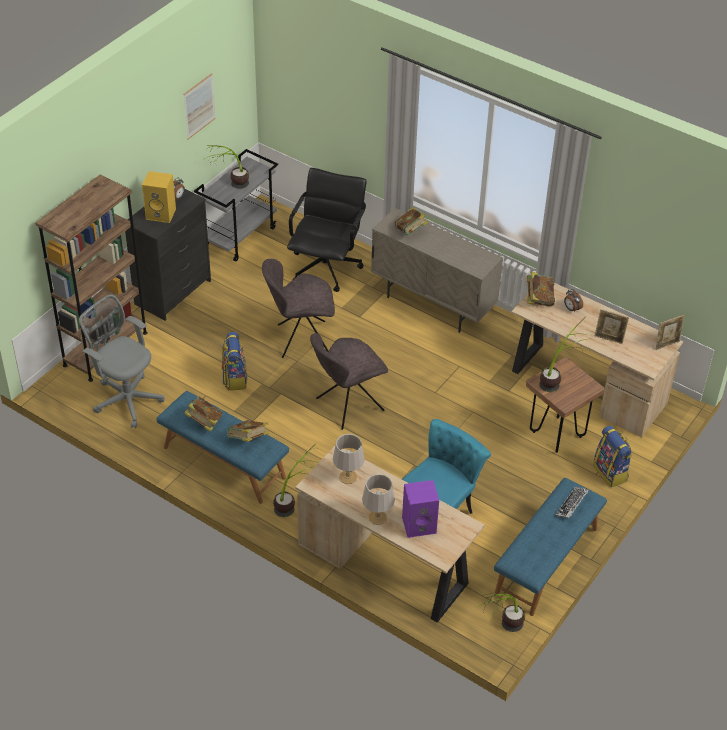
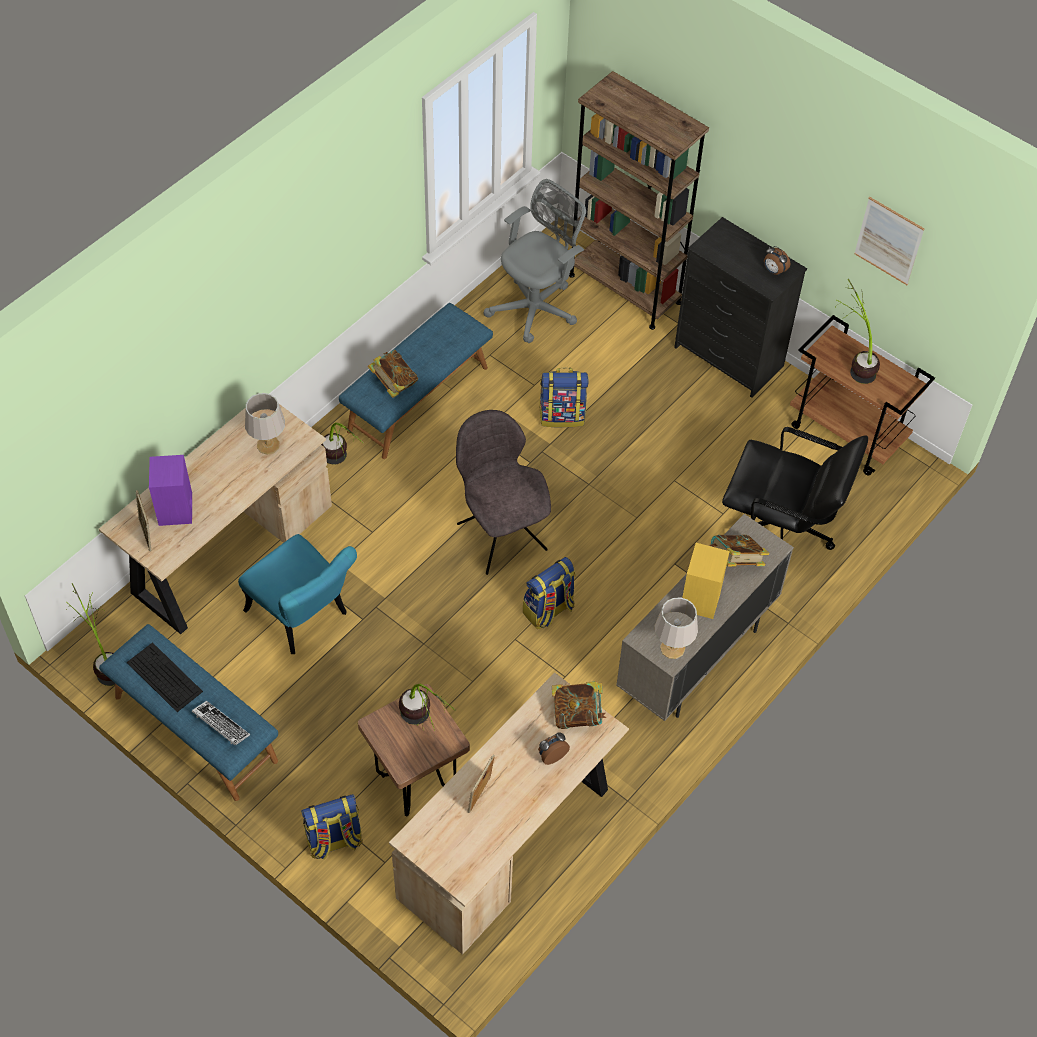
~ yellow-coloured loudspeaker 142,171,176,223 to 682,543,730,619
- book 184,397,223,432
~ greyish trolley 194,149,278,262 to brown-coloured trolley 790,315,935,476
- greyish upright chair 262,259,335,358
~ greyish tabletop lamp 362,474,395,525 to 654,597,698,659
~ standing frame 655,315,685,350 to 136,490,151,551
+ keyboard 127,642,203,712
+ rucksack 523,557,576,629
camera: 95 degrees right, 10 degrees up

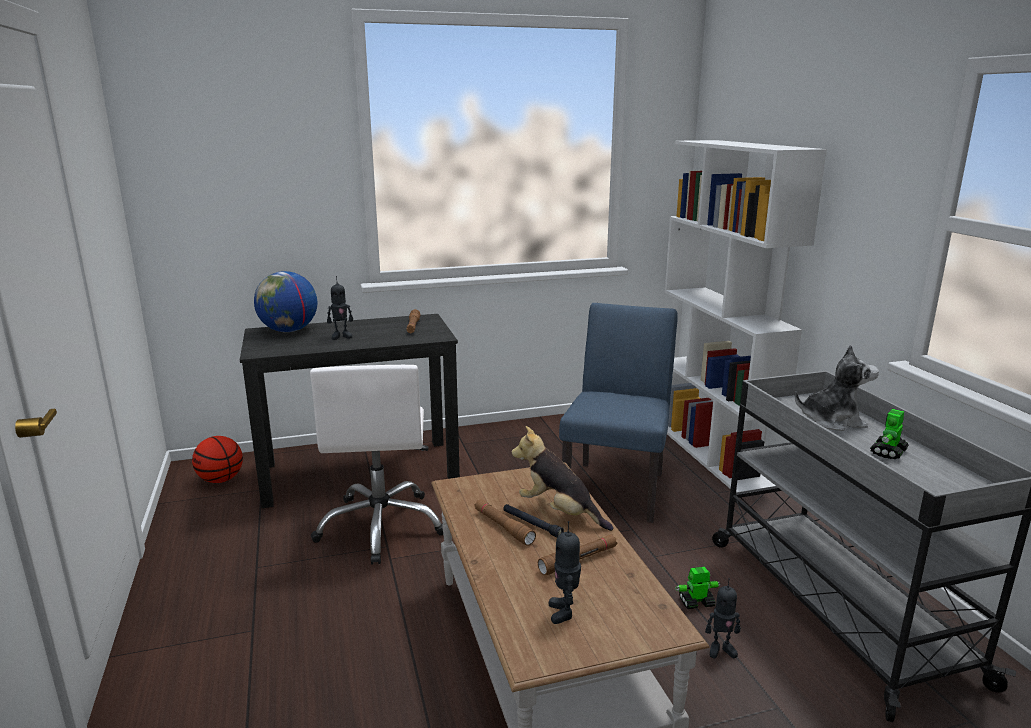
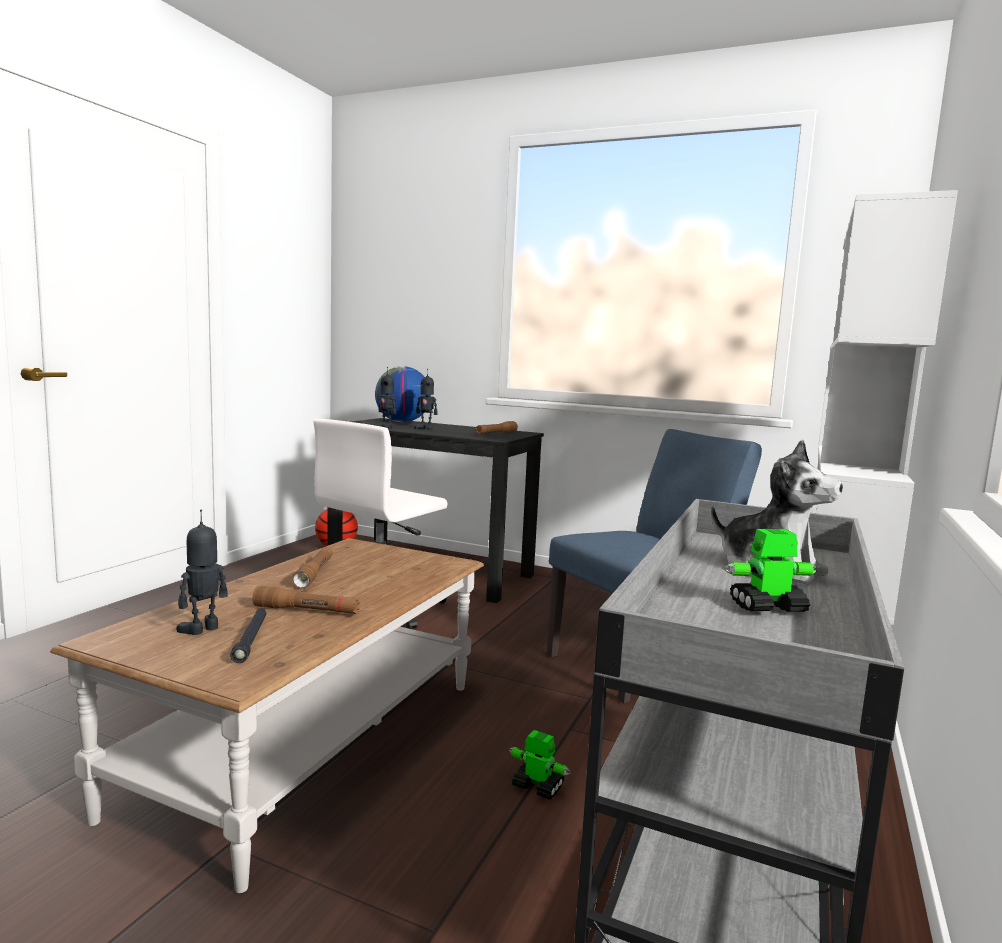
~ blackish hand torch 503,504,564,537 to 230,609,267,663
- soft toy 512,426,613,531
~ robot figure 705,578,741,659 to 374,367,396,429
camera: 40 degrees right, 10 degrees down

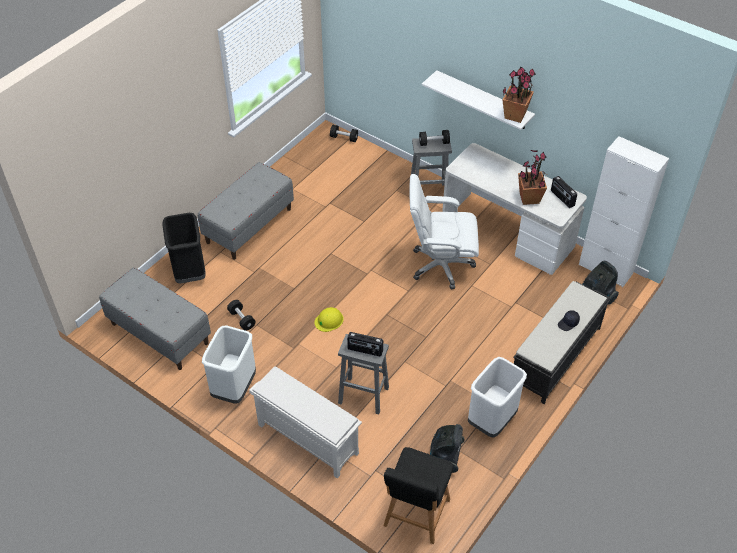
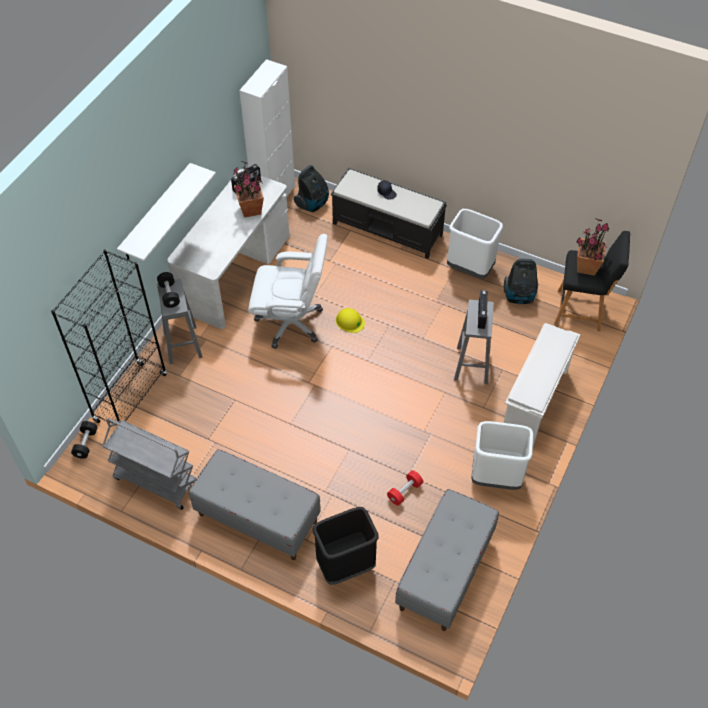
~ blackish dumbbell 227,300,255,331 to red dumbbell 387,470,423,506
~ yellow-coloured work helmet 314,307,344,332 to 335,308,365,333
~ white-coloured computer chair 409,174,479,290 = 248,234,328,349 75 degrees counterclockwise
~ potted plant 503,67,536,123 to 576,218,609,276
+ blackish bookcase 51,249,167,426
+ greyish trolley 102,418,196,510
camera: 100 degrees left, 5 degrees up

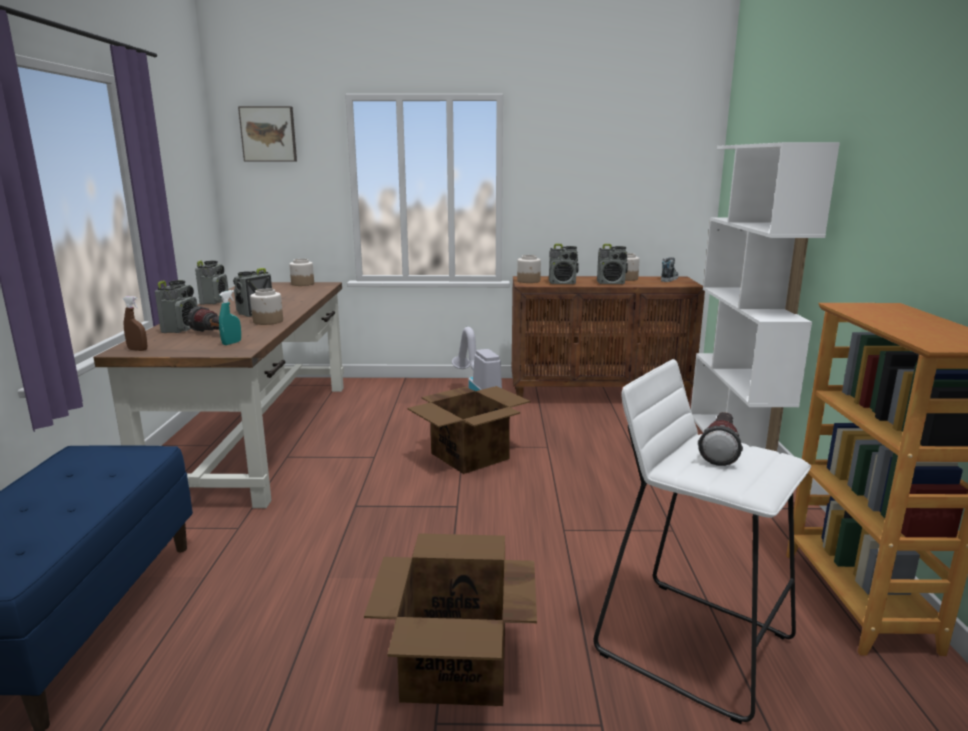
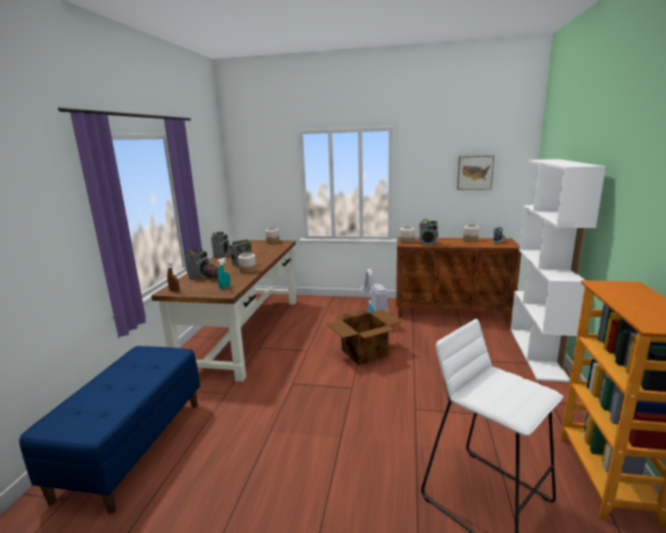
~ wall art 238,106,297,161 to 457,156,494,190
- carton 364,533,537,706
- radio receiver 597,244,628,284
- hand torch 698,412,743,466
camera: 10 degrees right, 0 degrees up

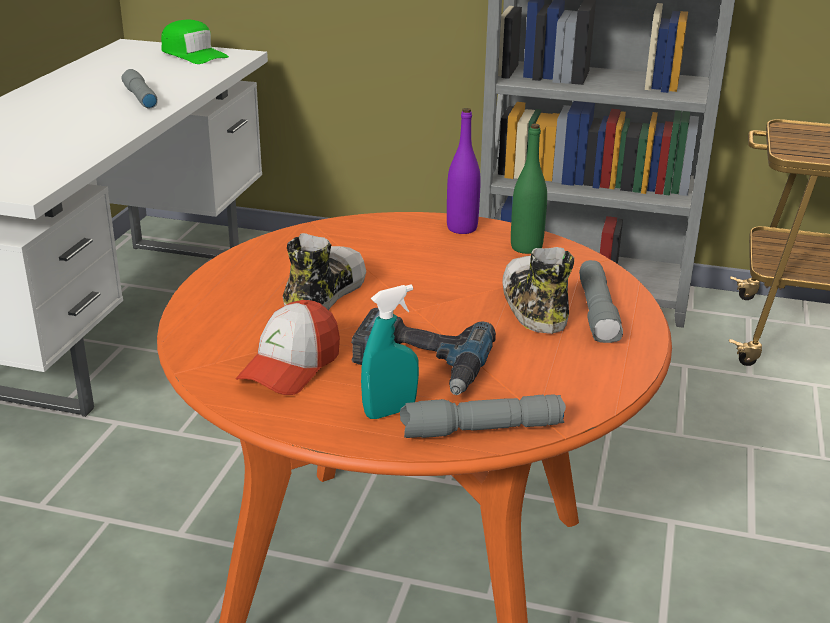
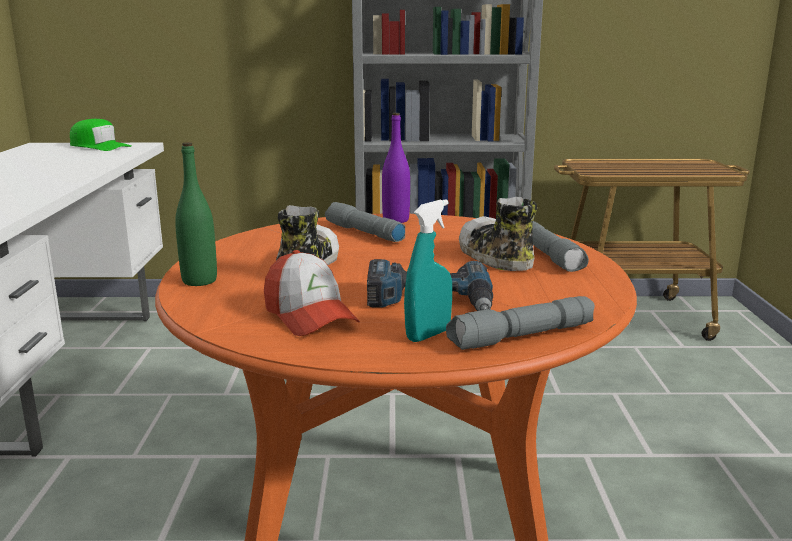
~ greyish hand torch 121,69,158,108 to 325,202,405,242
~ cap 235,300,340,395 = 264,250,360,336 45 degrees counterclockwise
~ green bottle 511,124,547,254 to 175,142,217,286
camera: 15 degrees left, 10 degrees down

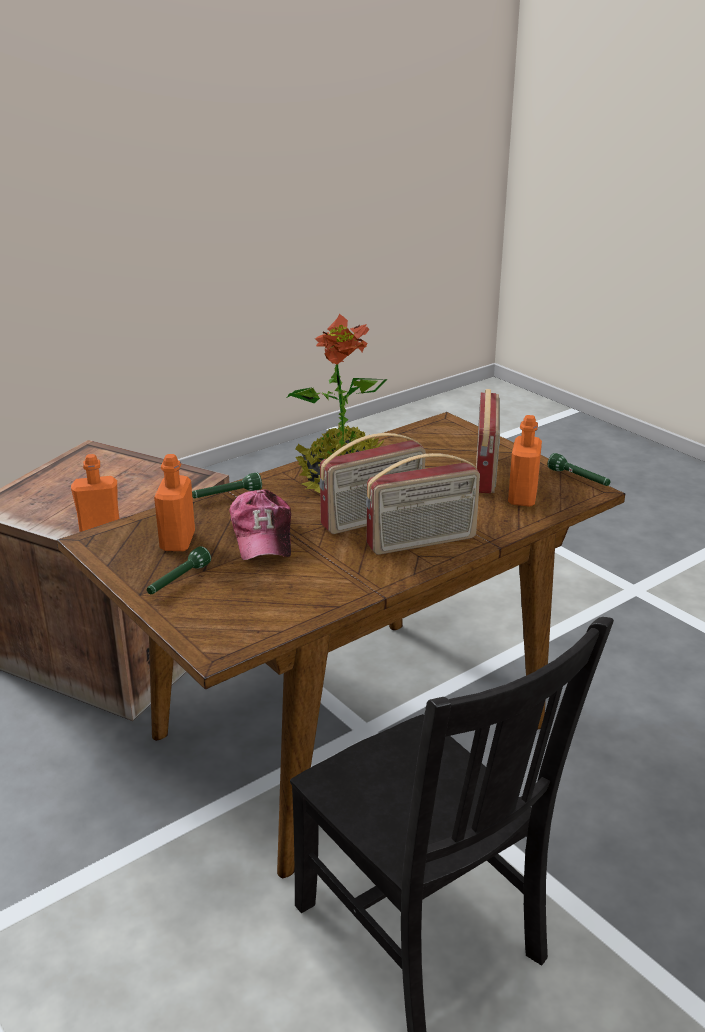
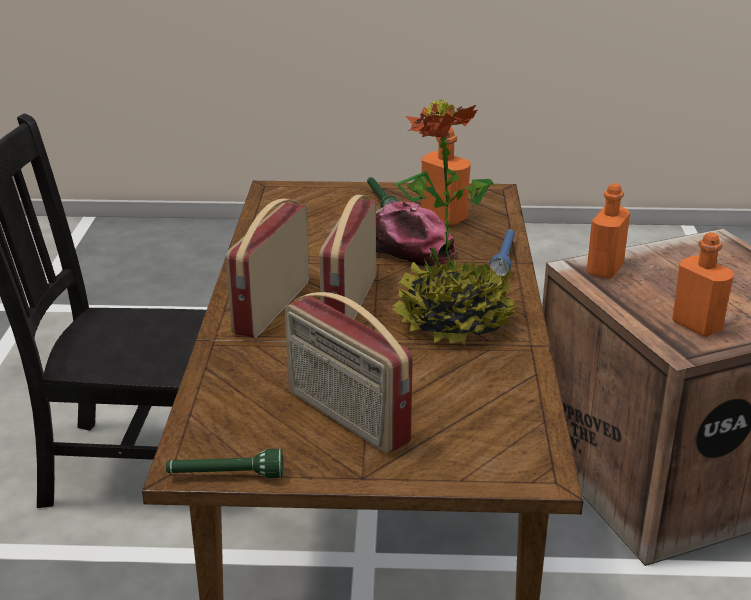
~ green hand torch 192,473,262,498 to blue-coloured hand torch 489,229,515,277
~ orangey bottle 508,415,542,507 to 672,232,734,337
camera: 130 degrees right, 0 degrees up

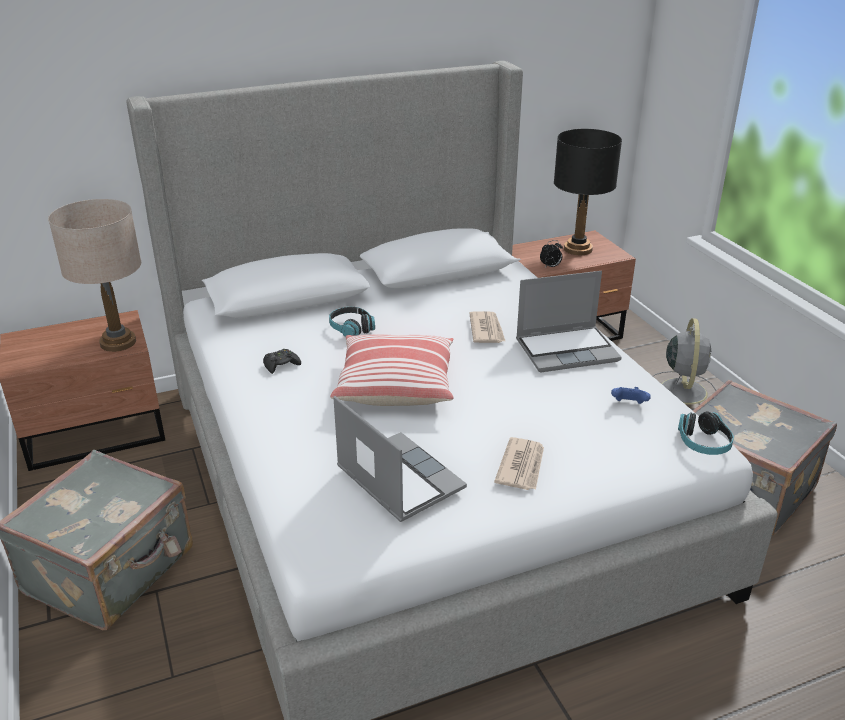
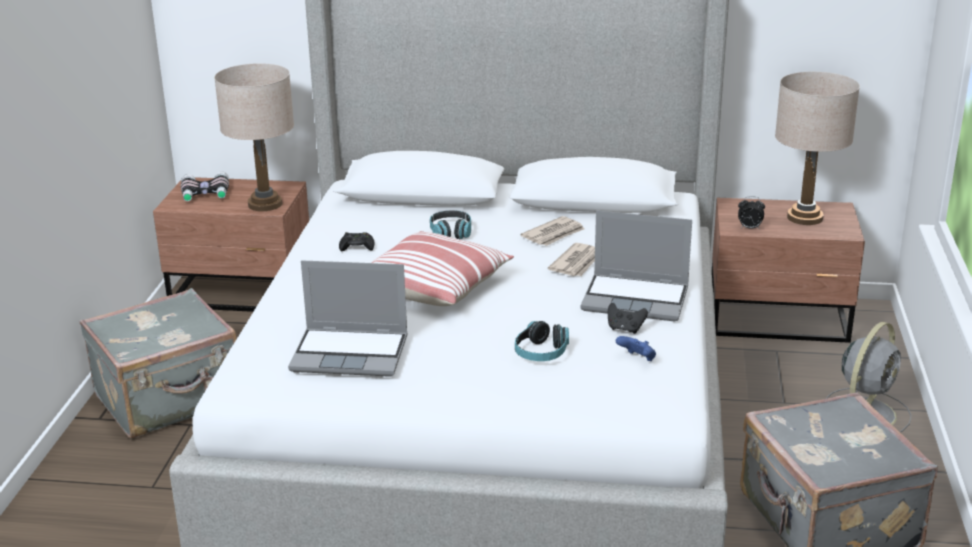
~ portable computer 333,396,467,522 = 288,260,408,377 105 degrees clockwise
~ printed paper 494,437,544,490 to 521,216,584,246
~ blackish tabletop lamp 554,129,622,255 to beige tabletop lamp 775,72,860,225
~ headset 678,412,734,455 to 515,321,569,361
+ binoculars 181,172,229,201
+ blackish game controller 608,303,648,334
camera: 30 degrees right, 5 degrees down

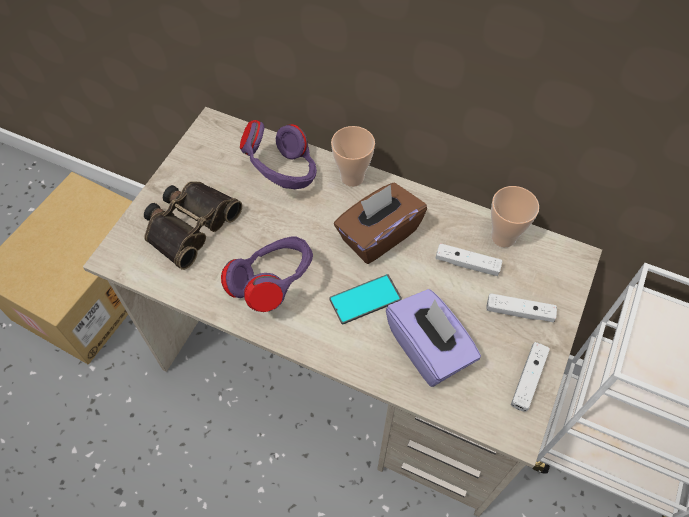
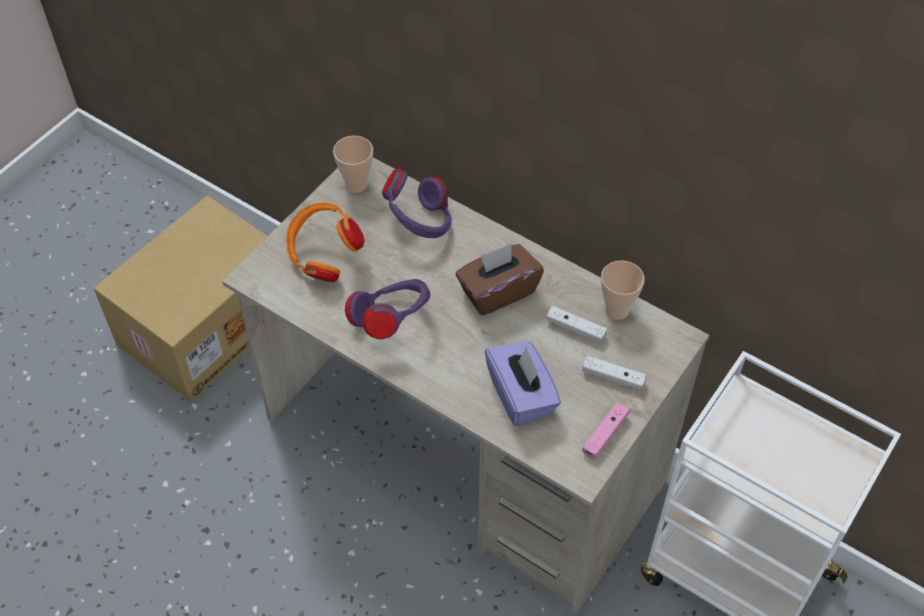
~ binoculars 144,181,243,270 to orangey headset 286,203,365,282
- handset 329,274,402,325
~ drinking cup 331,126,375,187 to 333,136,373,193
~ white-coloured game controller 511,342,550,412 to pinkish game controller 583,402,629,459
camera: 10 degrees right, 5 degrees down

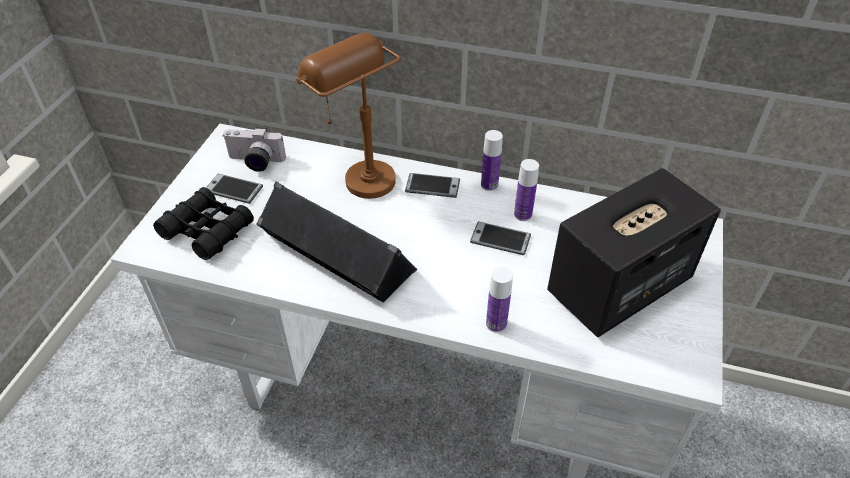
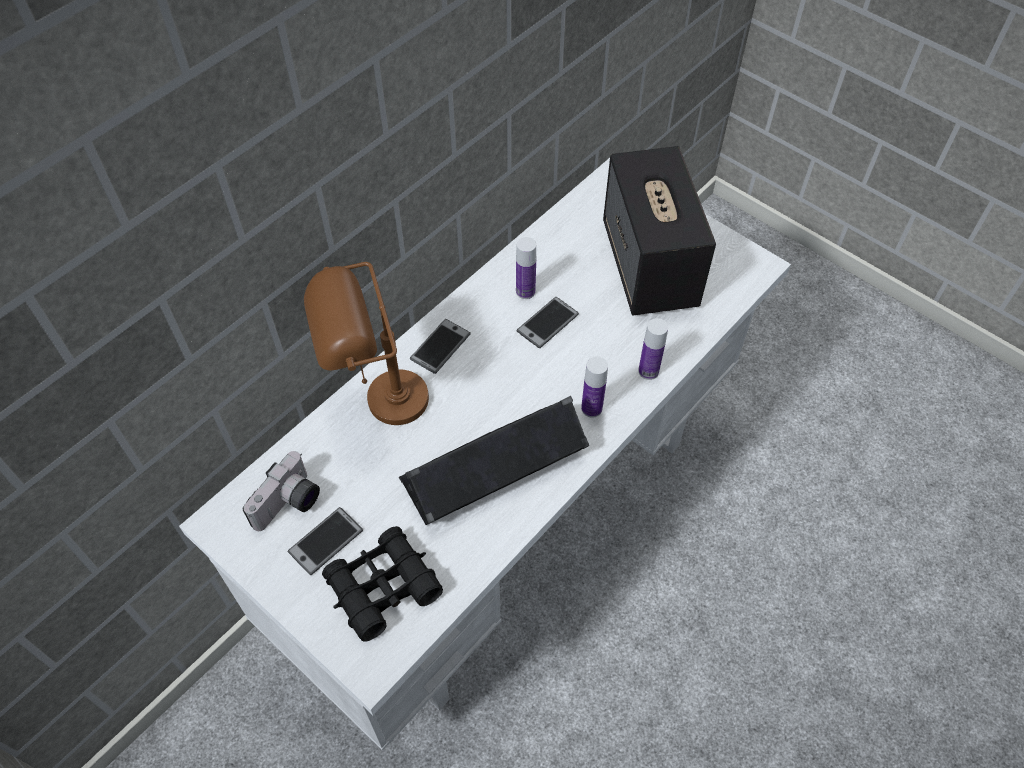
~ bottle 481,130,503,191 to 581,356,608,418
camera: 65 degrees left, 10 degrees up

